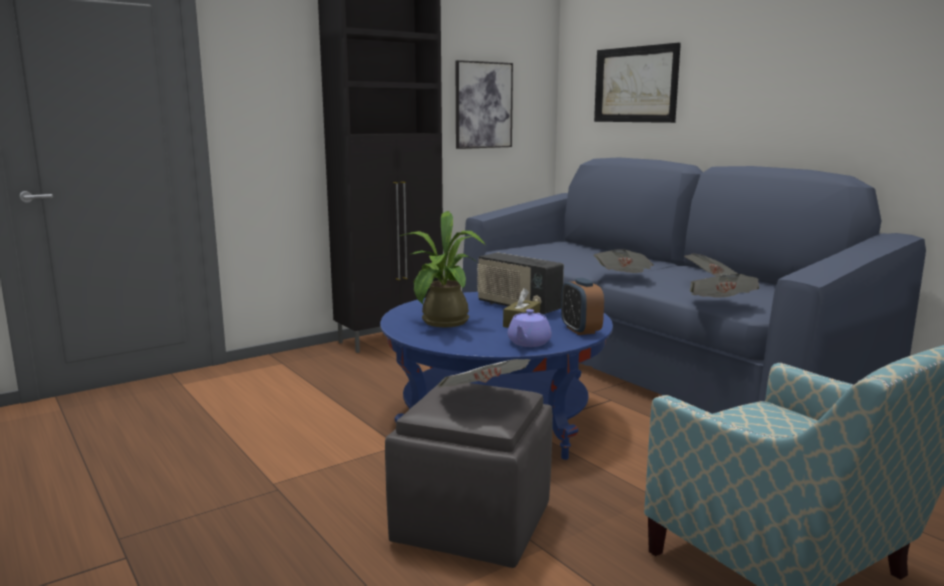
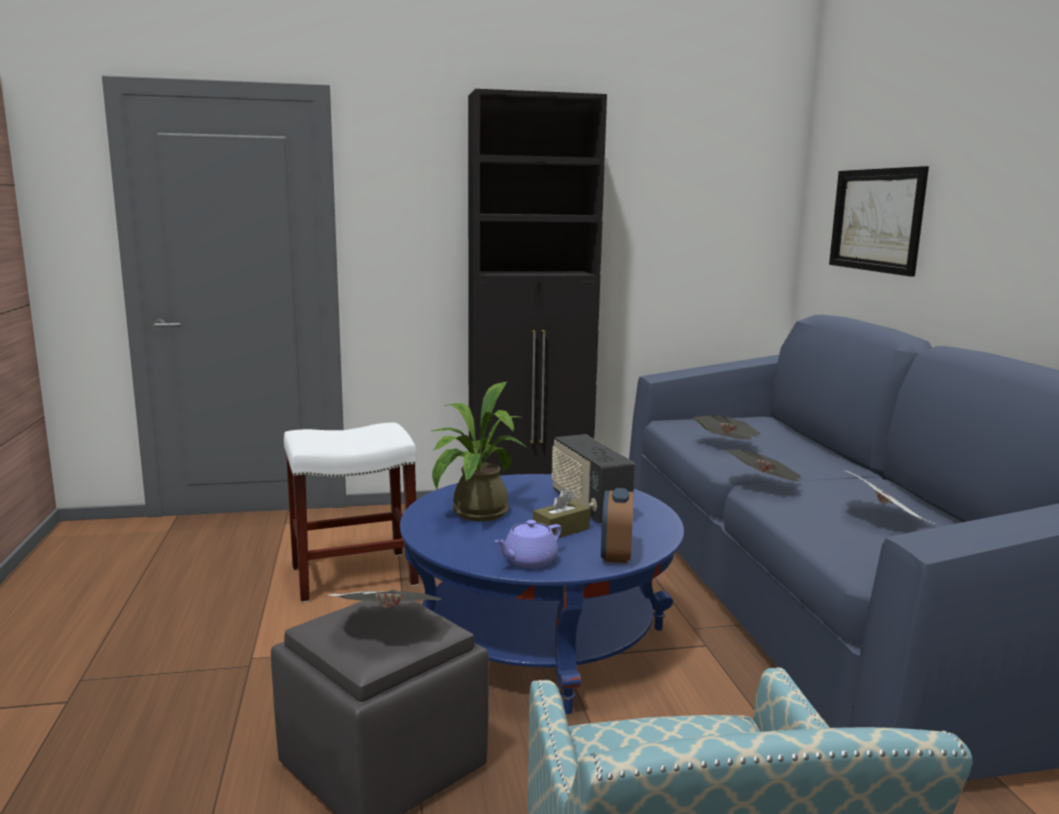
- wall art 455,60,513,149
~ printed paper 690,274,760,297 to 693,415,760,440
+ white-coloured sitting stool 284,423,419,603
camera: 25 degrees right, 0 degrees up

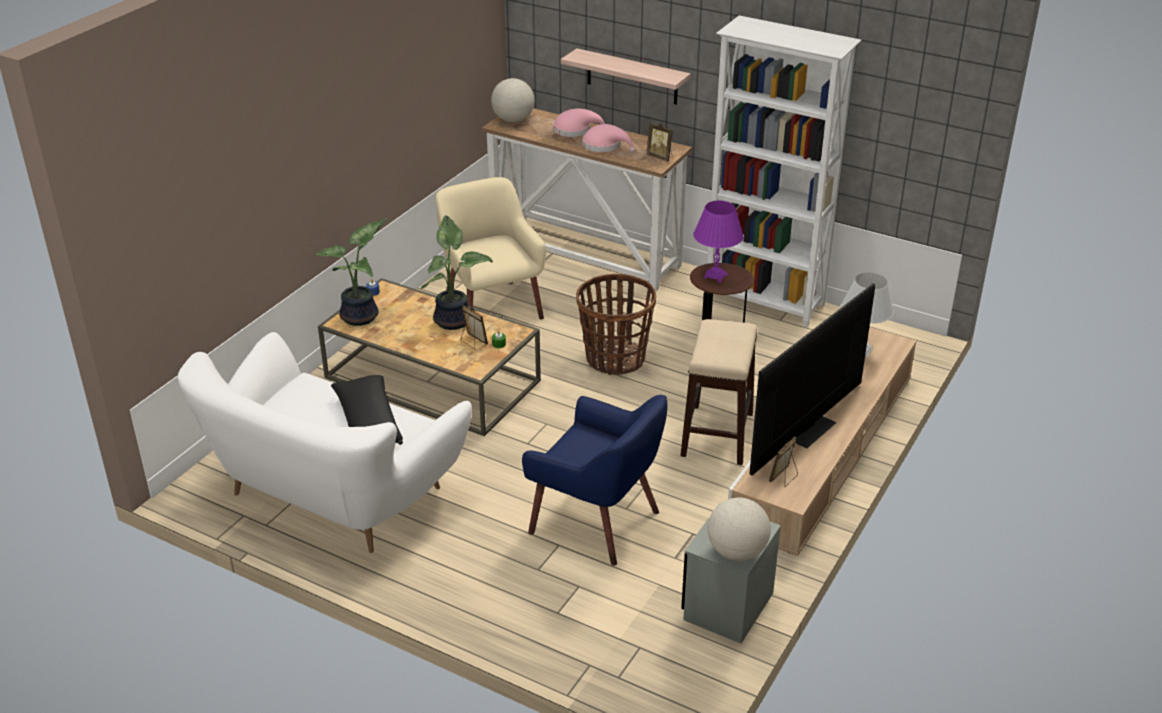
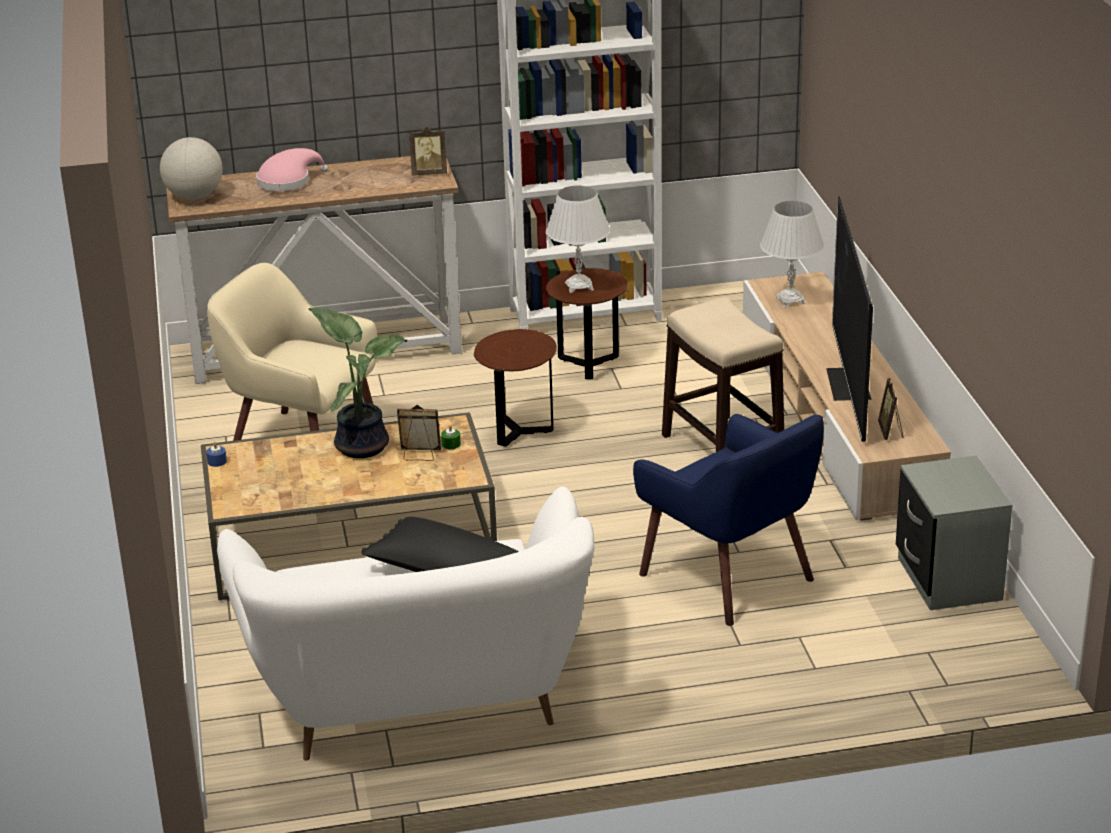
- potted plant 316,218,387,326
~ blue-coloured armchair 522,395,668,566 = 633,414,824,626 60 degrees clockwise
- shelf 561,48,691,105
~ storage basket 576,274,656,375 to brown-coloured accent table 474,329,557,447
- pinkish hat 582,124,636,153
~ purple tabletop lamp 693,200,744,283 to white-coloured tabletop lamp 546,186,610,293
- desk globe 708,498,771,561
camera: 40 degrees left, 5 degrees down

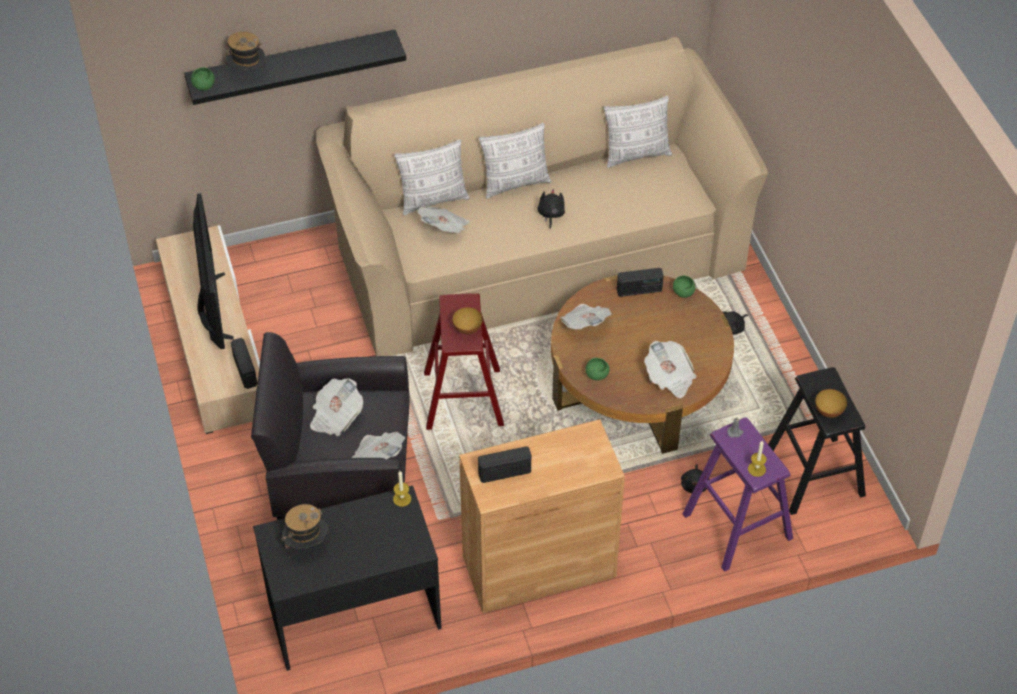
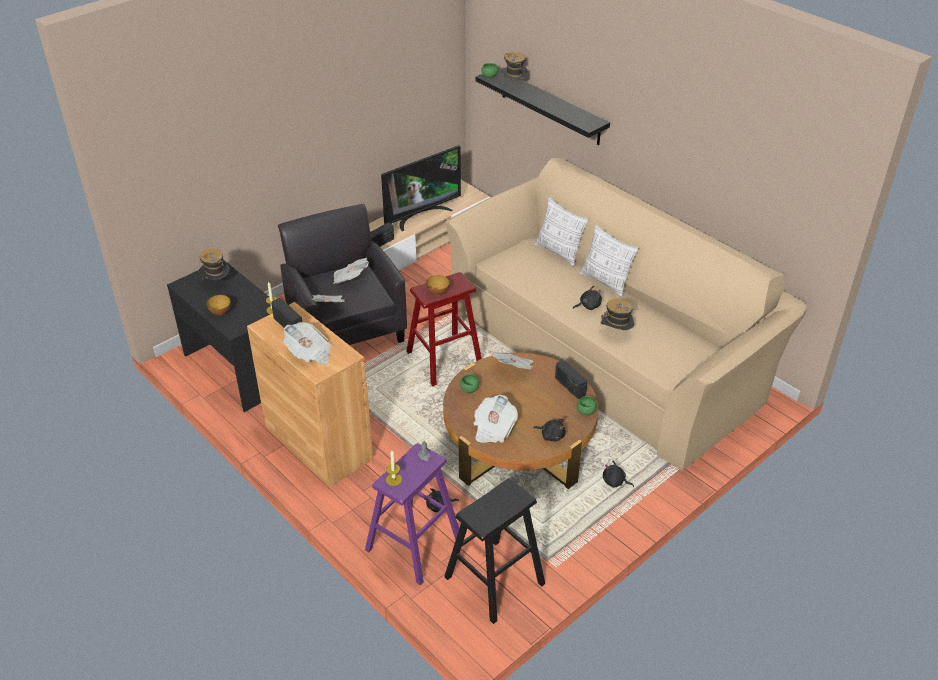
~ printed paper 417,207,470,233 to 284,322,332,365
- throw pillow 604,96,672,168
~ deep dish 815,389,847,418 to 206,295,231,315
+ blackish soft toy 534,419,566,441
+ hat 600,299,634,330
camera: 65 degrees right, 10 degrees down

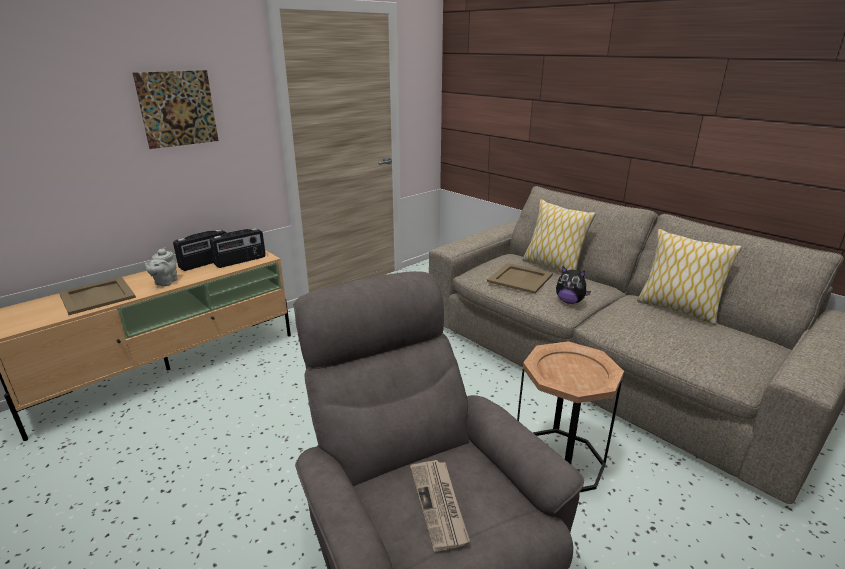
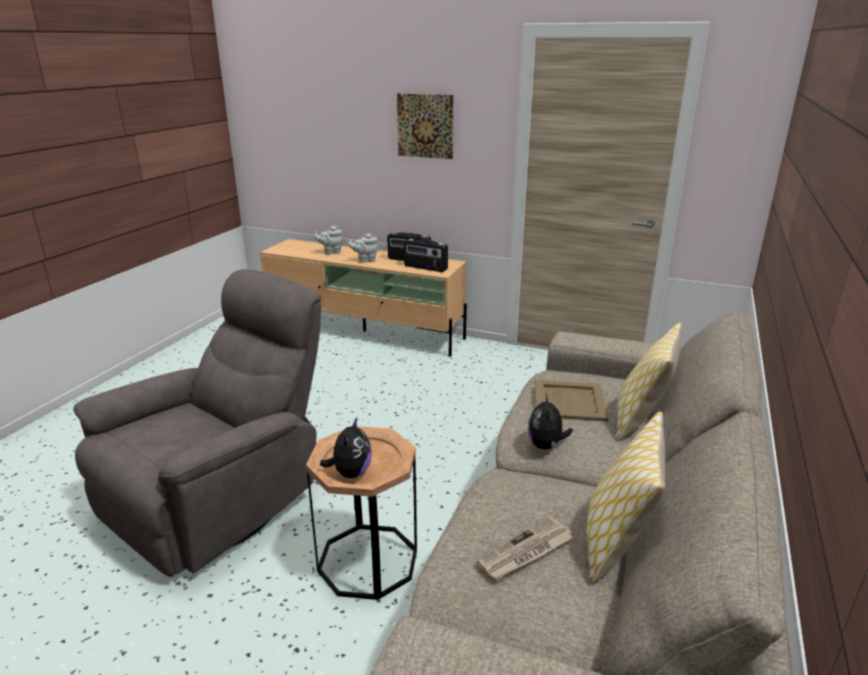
~ beige serving tray 59,277,136,315 to greyish tea pot 314,226,343,254
~ printed paper 410,460,470,552 to 477,516,574,581
+ soft toy 320,417,372,478
camera: 65 degrees right, 0 degrees up

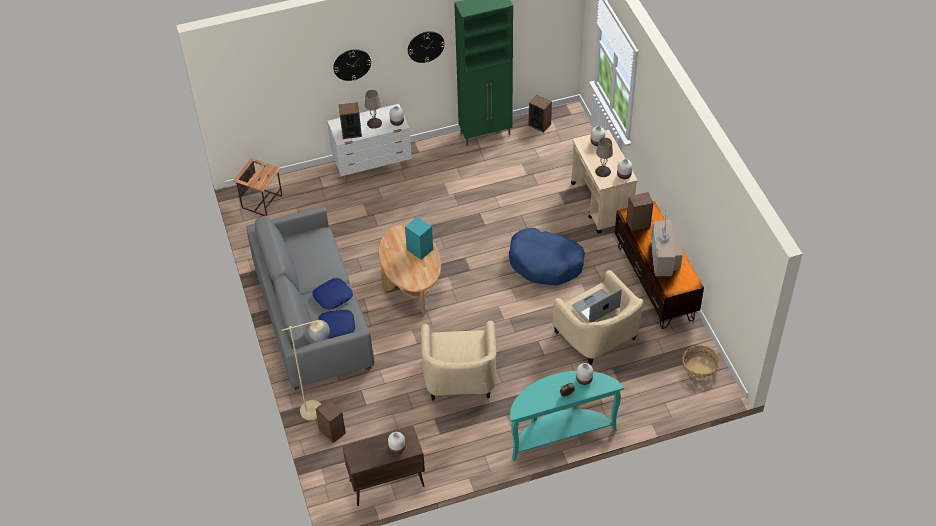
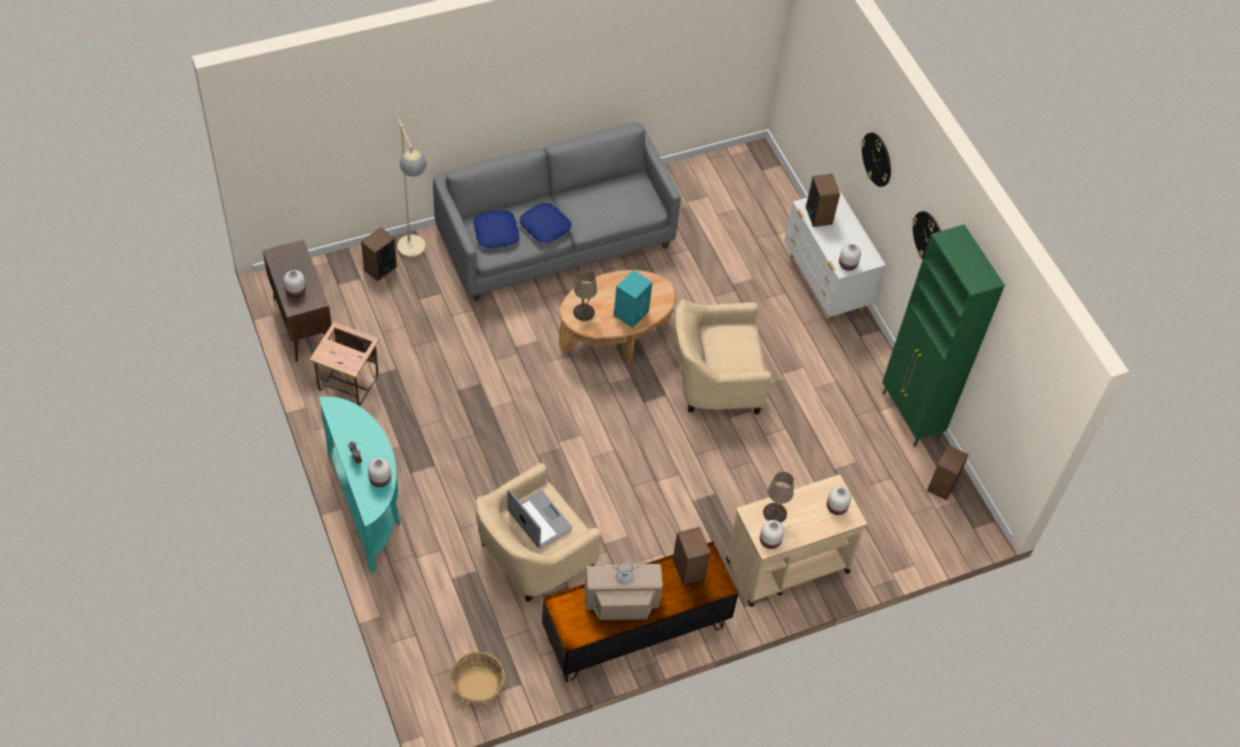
~ accent table 233,158,282,216 to 309,322,380,406
~ beige tabletop lamp 365,90,382,129 to 573,270,597,321
~ beige armchair 421,321,496,400 to 675,299,771,414
- blue-coloured dog bed 509,228,585,285
camera: 80 degrees right, 5 degrees up

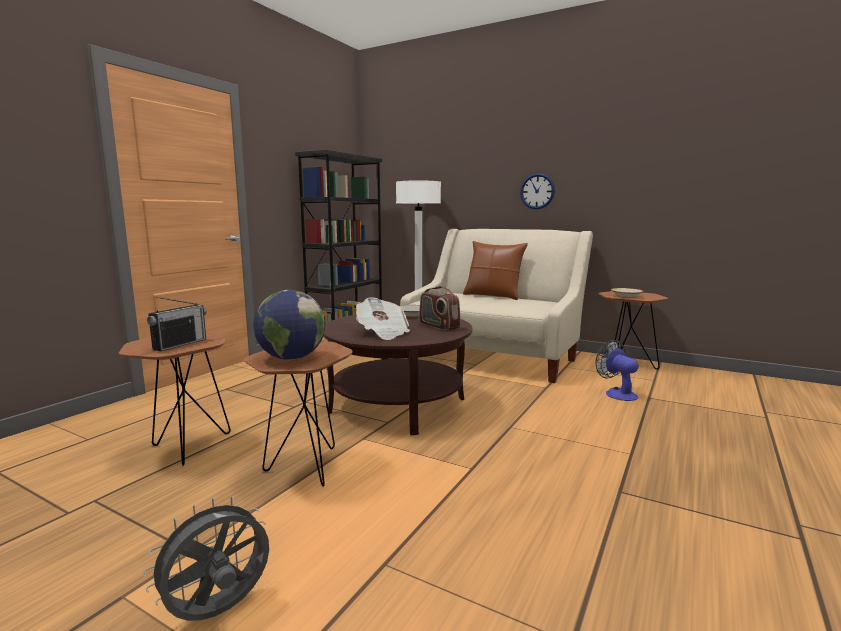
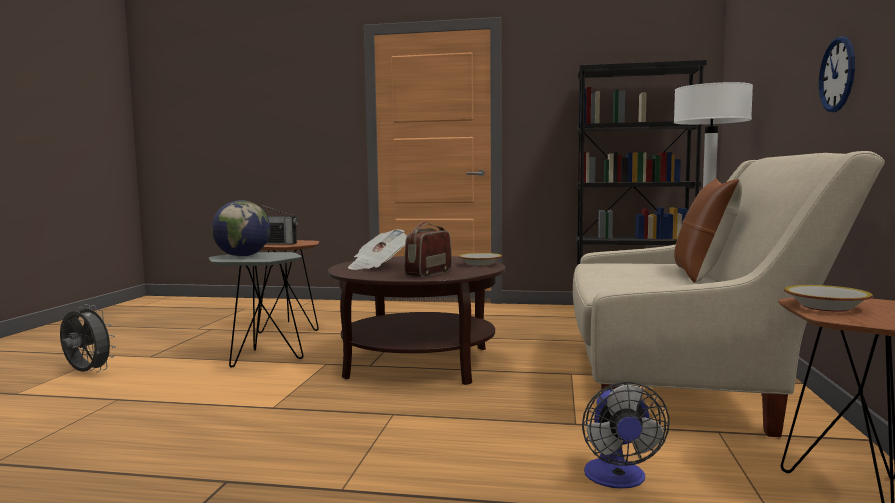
~ brown-coloured accent table 244,341,353,487 to greyish accent table 209,252,304,368
~ fan 595,340,639,401 = 582,382,670,489 135 degrees clockwise
camera: 70 degrees right, 5 degrees down

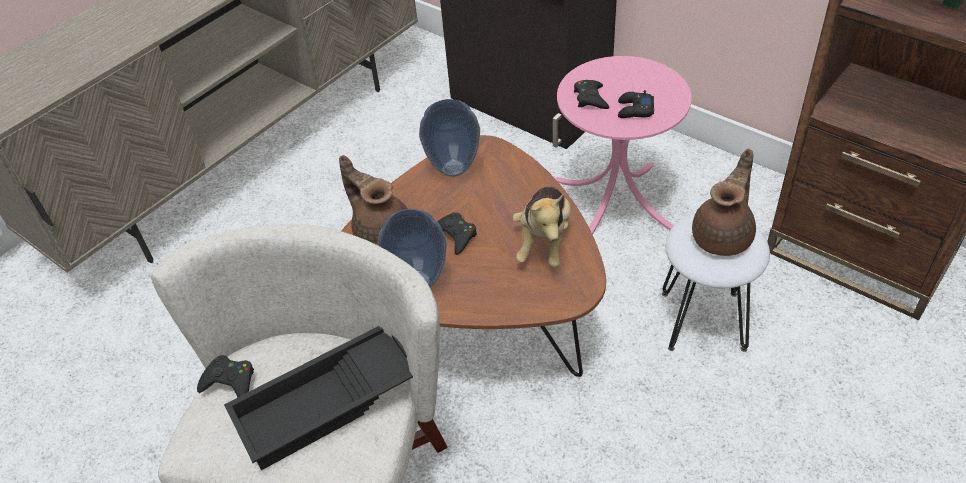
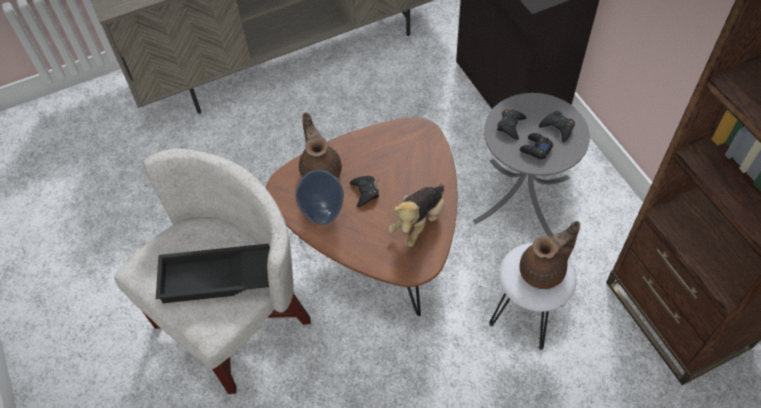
~ blackish game controller 197,355,254,398 to 539,111,575,142
- decorative vase 419,99,480,177
~ pinkish accent table 555,56,692,235 to greyish accent table 473,93,590,237
camera: 25 degrees right, 10 degrees up

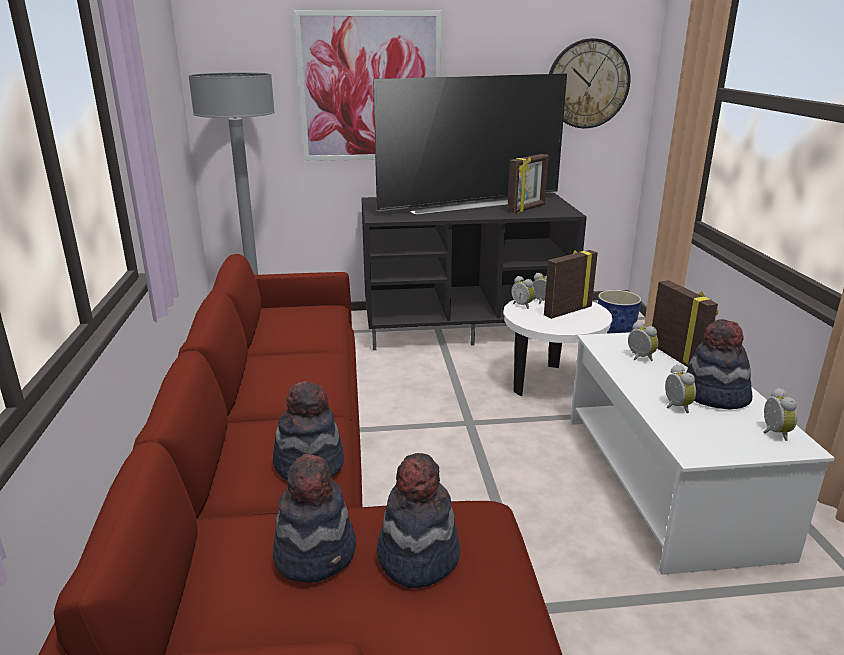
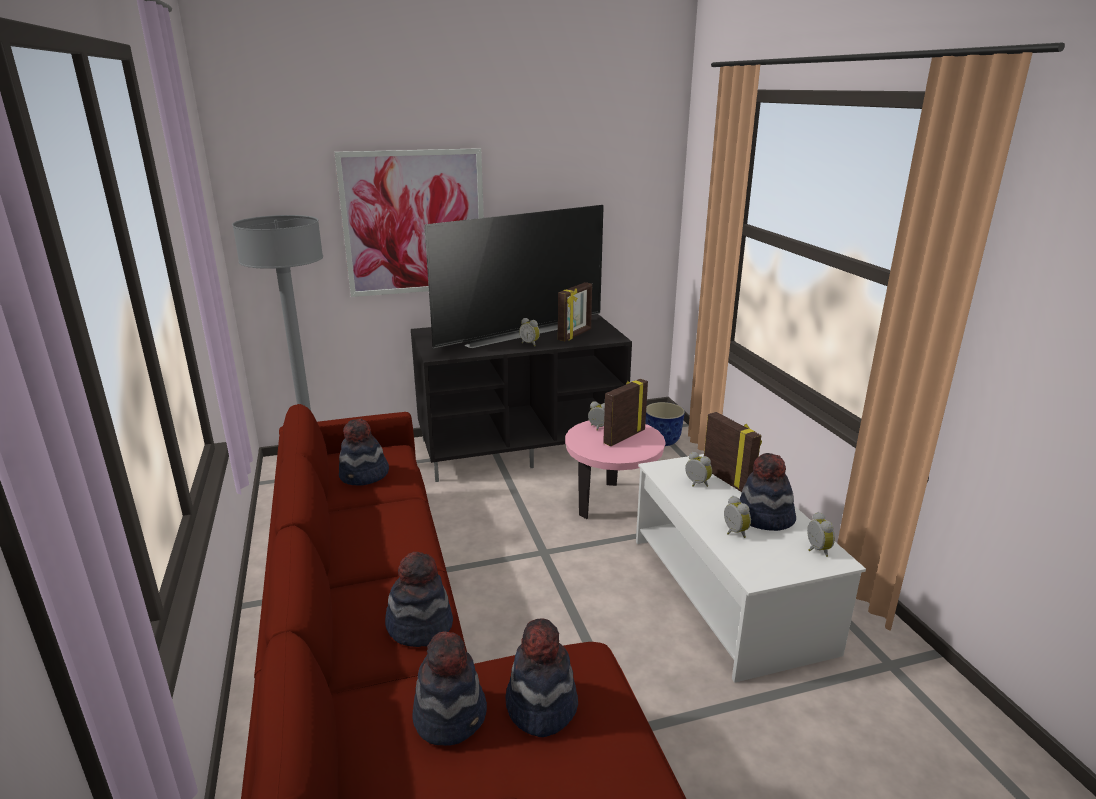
~ white-coloured accent table 503,299,612,396 to pinkish accent table 565,421,666,519
~ table clock 511,276,535,309 to 519,318,540,346
- clock on the wall 549,38,630,129
+ hat 339,418,389,486
camera: 10 degrees left, 0 degrees up

